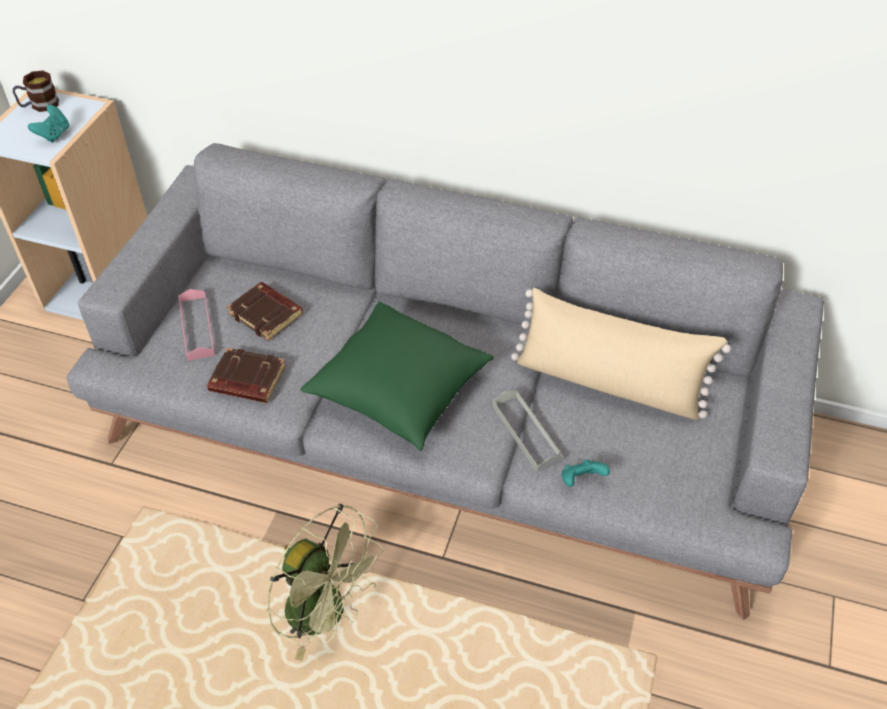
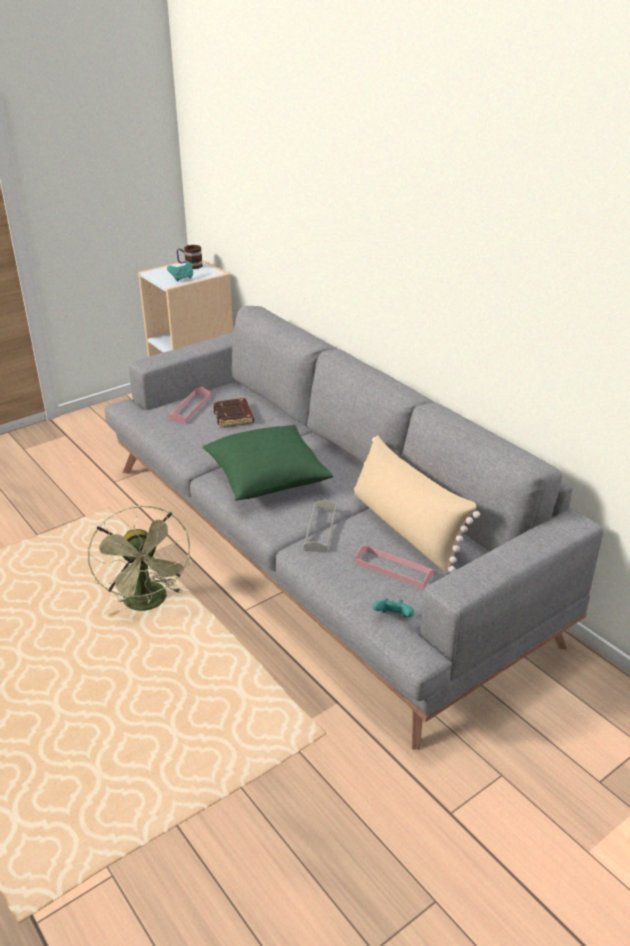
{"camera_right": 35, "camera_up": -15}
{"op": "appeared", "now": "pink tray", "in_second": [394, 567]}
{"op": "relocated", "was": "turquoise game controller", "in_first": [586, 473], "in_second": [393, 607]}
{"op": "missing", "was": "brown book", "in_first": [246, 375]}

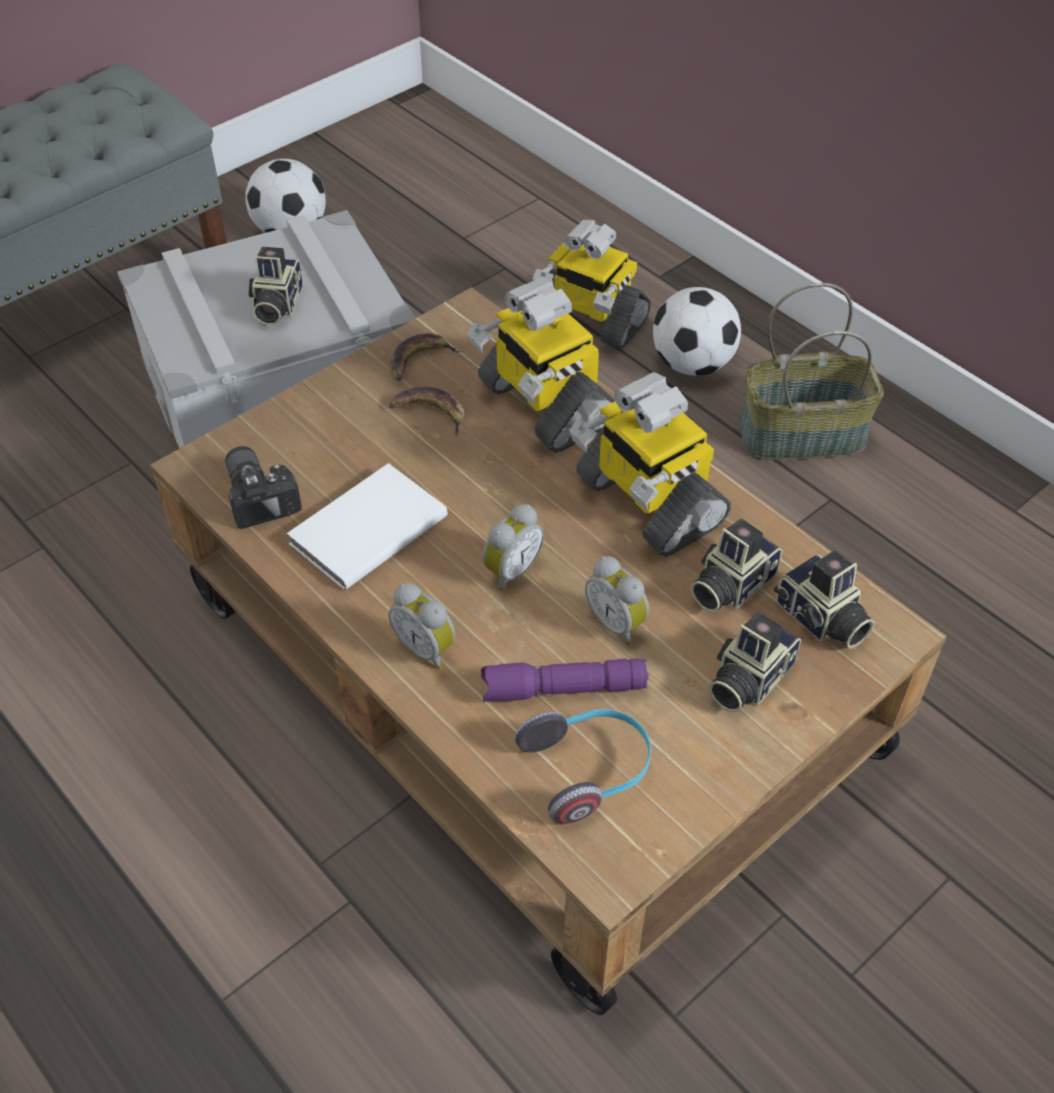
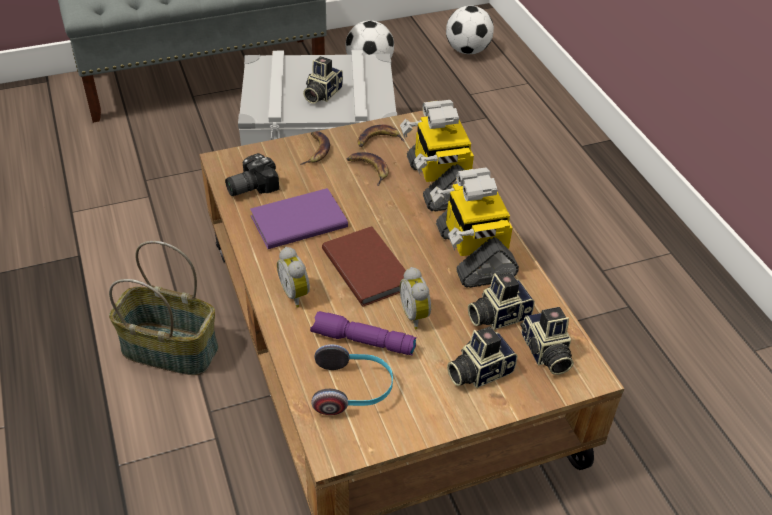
{"camera_right": 20, "camera_up": -5}
{"op": "relocated", "was": "basket", "in_first": [812, 371], "in_second": [164, 308]}
{"op": "spun", "was": "photo camera", "in_first": [263, 487], "in_second": [252, 174], "clockwise": -120}
{"op": "colour", "was": "white book", "now": "purple book", "in_first": [367, 526], "in_second": [299, 218]}
{"op": "appeared", "now": "banana", "in_second": [315, 148]}
{"op": "exchanged", "was": "alarm clock", "now": "brown book", "in_first": [513, 547], "in_second": [364, 266]}
{"op": "relocated", "was": "football", "in_first": [697, 331], "in_second": [470, 30]}
{"op": "missing", "was": "toy robot", "in_first": [591, 284]}

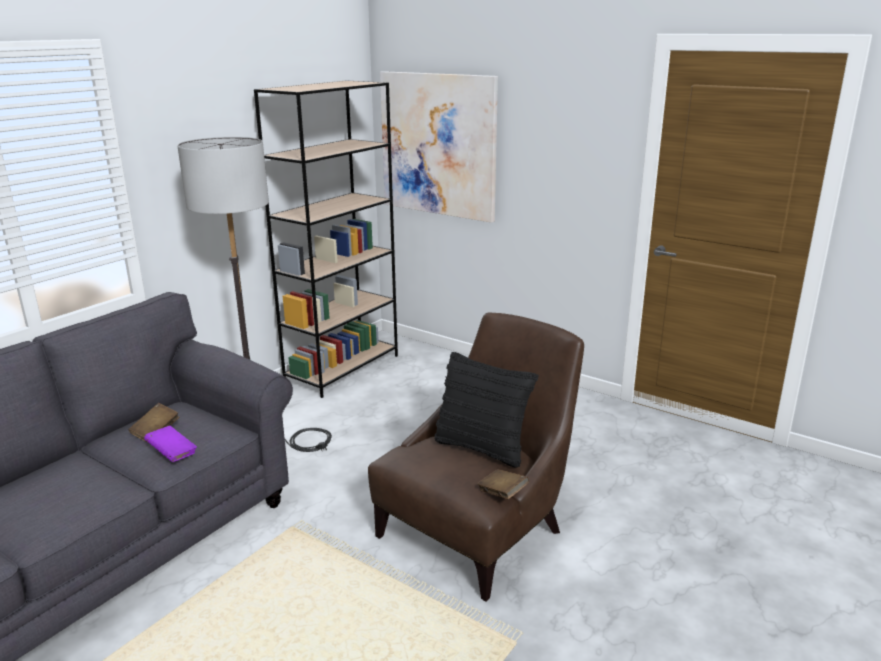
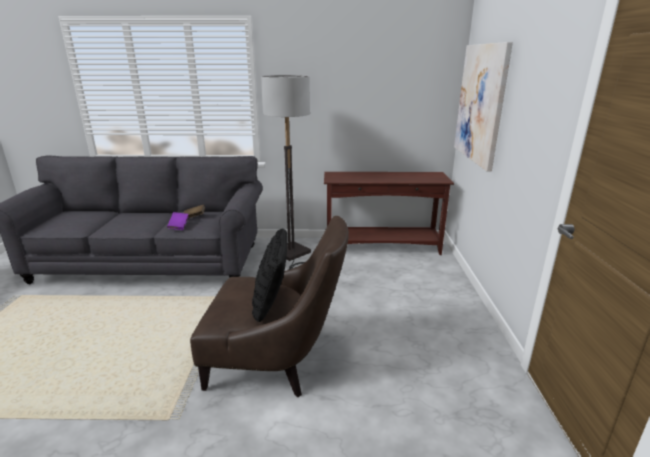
{"camera_right": 55, "camera_up": 0}
{"op": "exchanged", "was": "beige bookcase", "now": "brown console table", "in_first": [326, 239], "in_second": [389, 213]}
{"op": "missing", "was": "brown book", "in_first": [503, 484]}

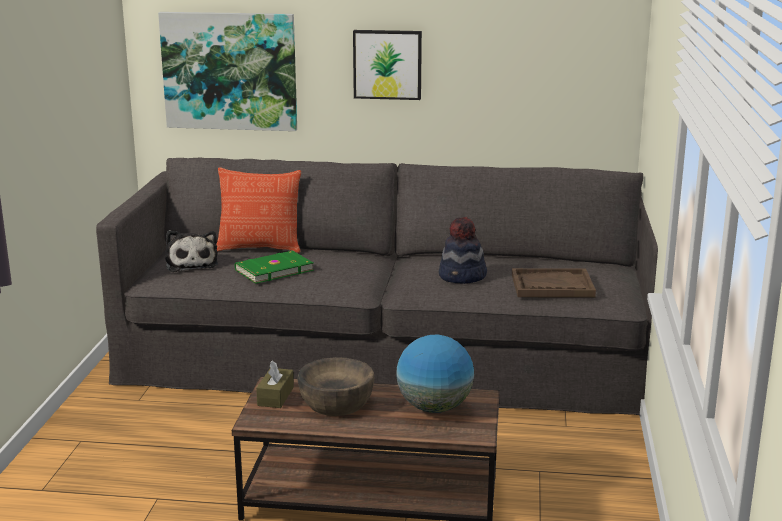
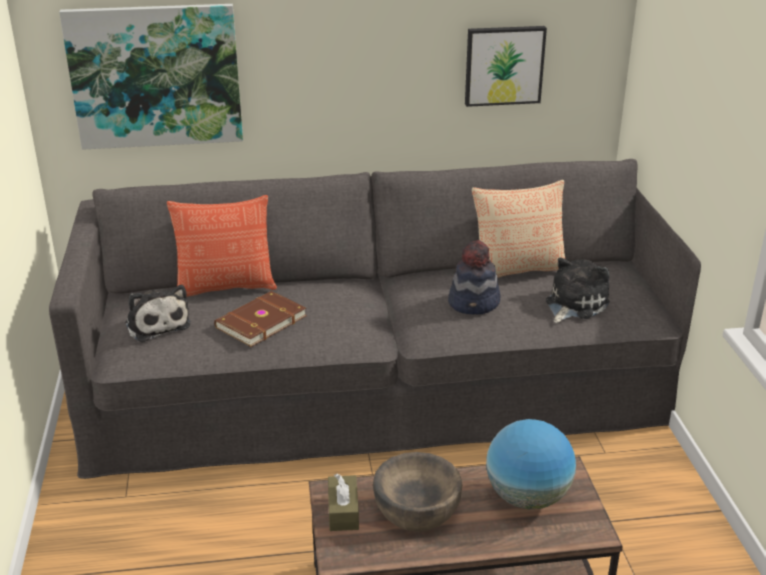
{"camera_right": -15, "camera_up": 10}
{"op": "colour", "was": "green book", "now": "brown book", "in_first": [274, 267], "in_second": [260, 319]}
{"op": "relocated", "was": "picture", "in_first": [387, 65], "in_second": [506, 66]}
{"op": "appeared", "now": "beige pillow", "in_second": [518, 229]}
{"op": "exchanged", "was": "brown tray", "now": "plush toy", "in_first": [554, 283], "in_second": [578, 290]}

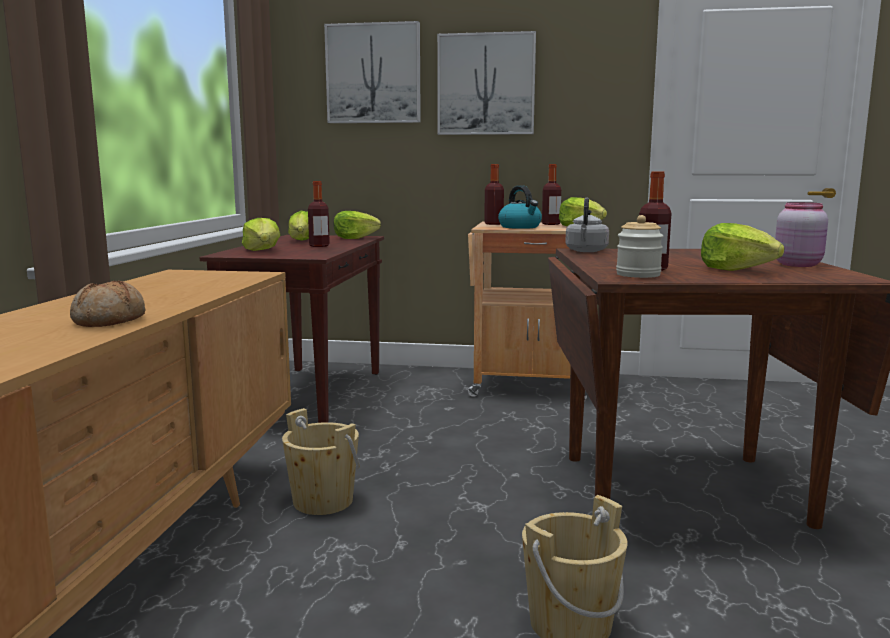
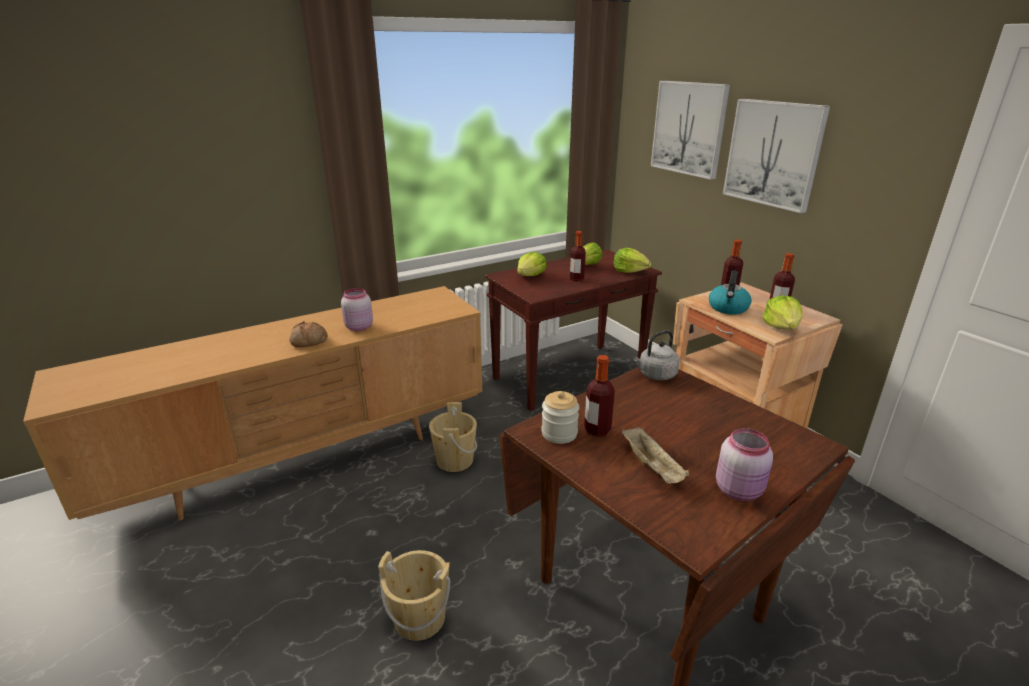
{"camera_right": 50, "camera_up": 15}
{"op": "appeared", "now": "pink jar", "in_second": [357, 309]}
{"op": "exchanged", "was": "lettuce", "now": "beige tray", "in_first": [742, 247], "in_second": [655, 455]}

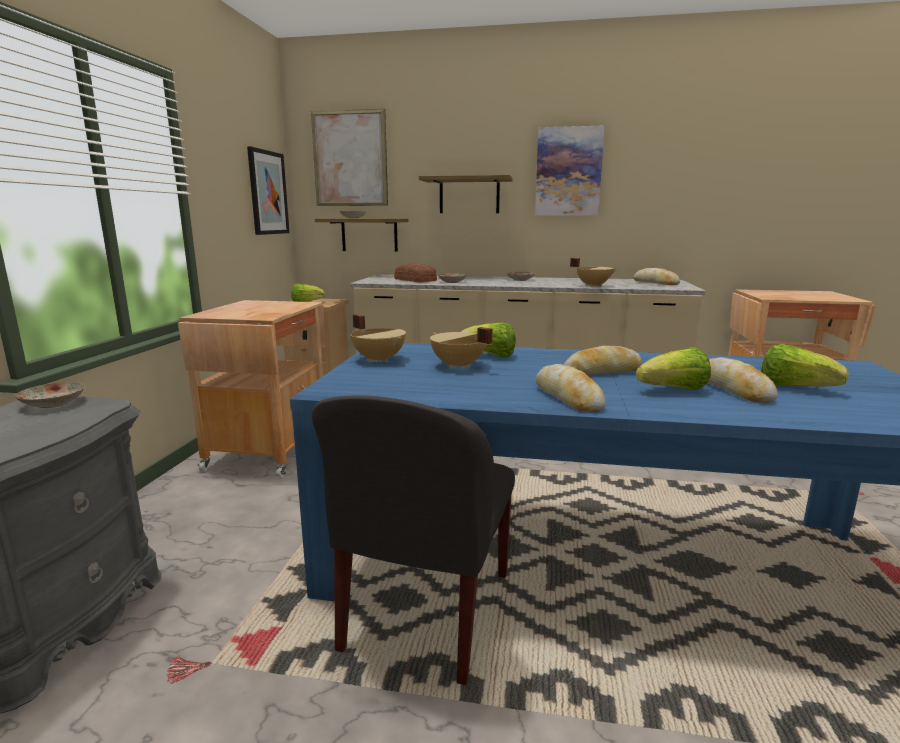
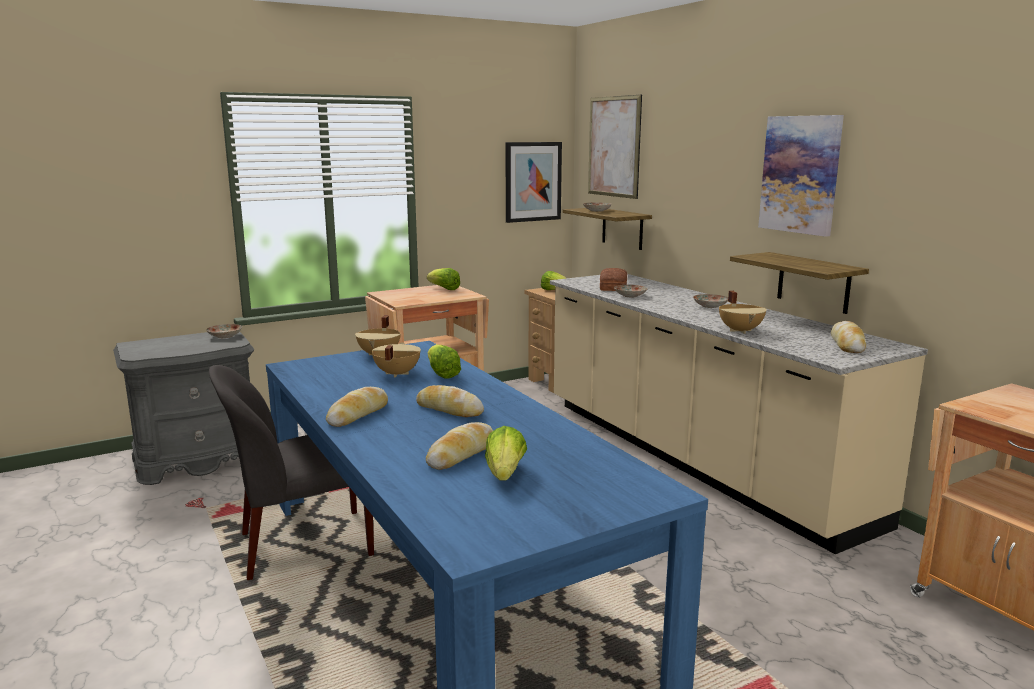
{"camera_right": 50, "camera_up": 0}
{"op": "relocated", "was": "lettuce", "in_first": [673, 368], "in_second": [443, 279]}
{"op": "relocated", "was": "shelf", "in_first": [466, 194], "in_second": [799, 283]}

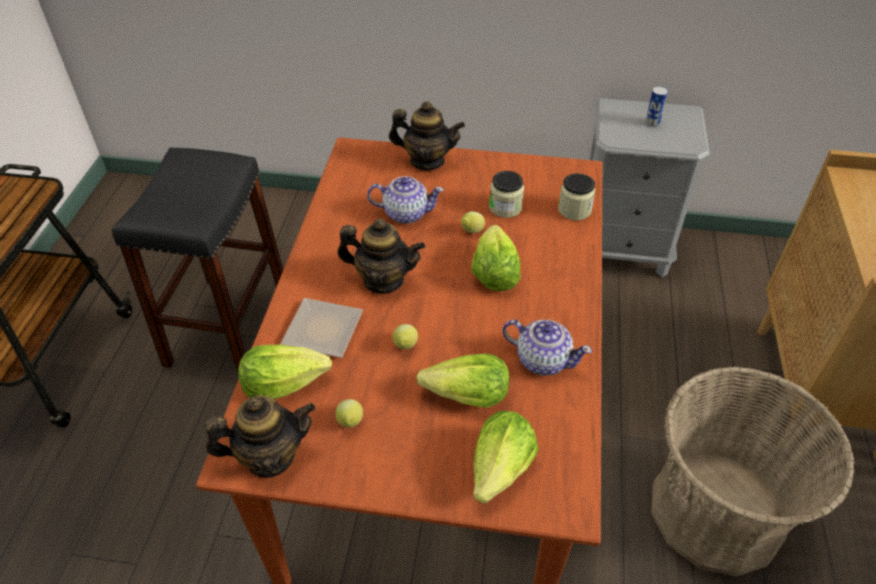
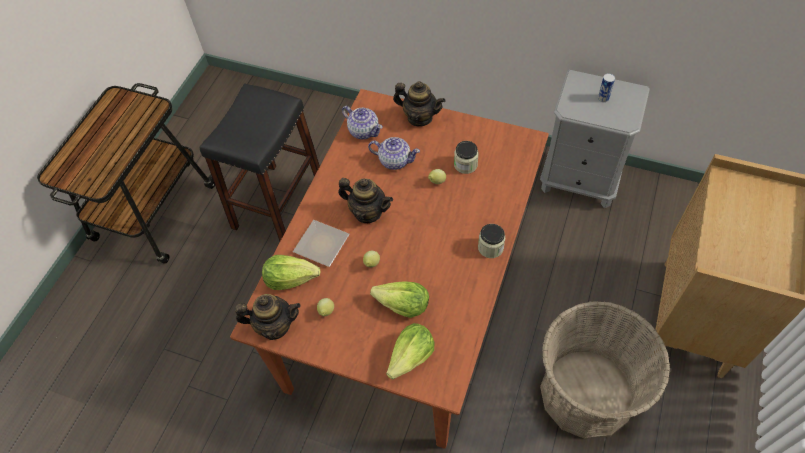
{"camera_right": 15, "camera_up": 10}
{"op": "relocated", "was": "teapot", "in_first": [547, 347], "in_second": [362, 122]}
{"op": "relocated", "was": "jar", "in_first": [576, 196], "in_second": [491, 241]}
{"op": "missing", "was": "lettuce", "in_first": [496, 258]}

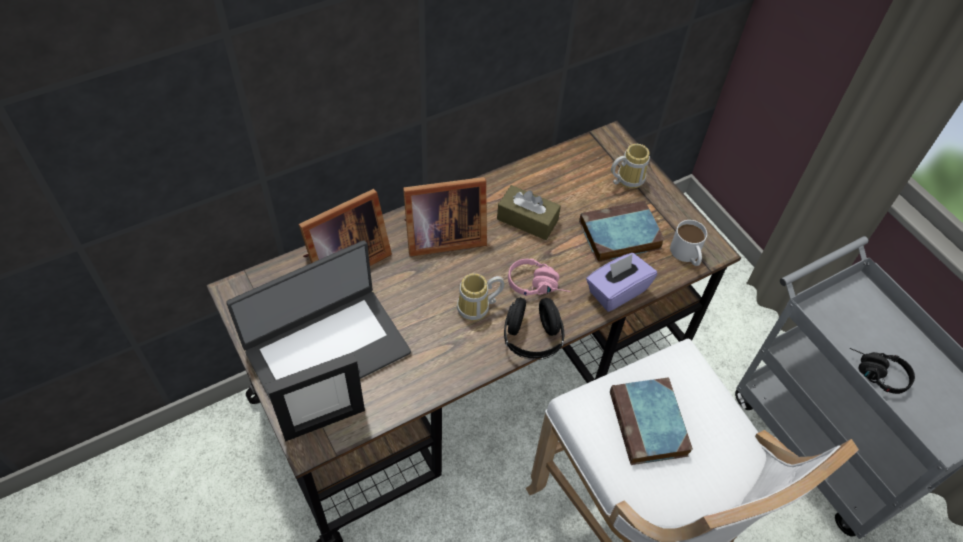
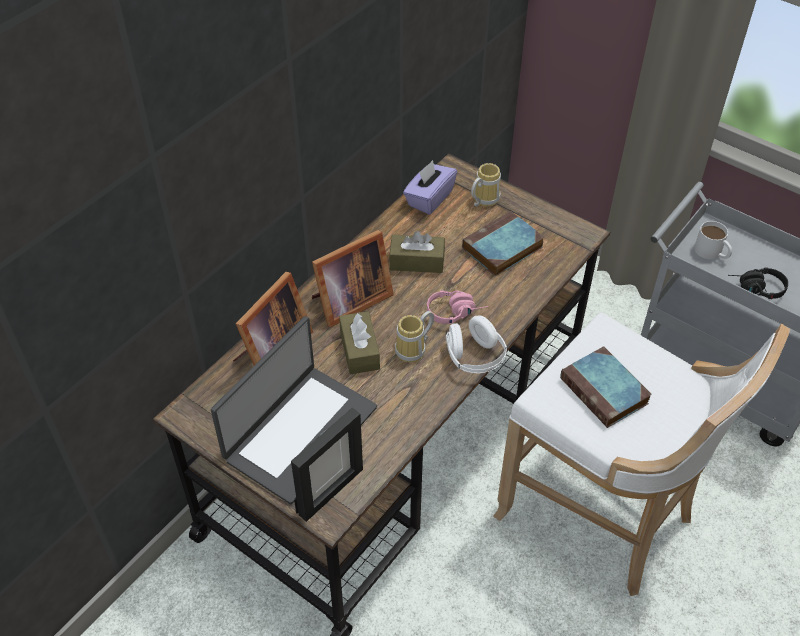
{"camera_right": -20, "camera_up": -5}
{"op": "appeared", "now": "brown tissue box", "in_second": [359, 342]}
{"op": "relocated", "was": "purple tissue box", "in_first": [621, 282], "in_second": [430, 187]}
{"op": "colour", "was": "black headphones", "now": "white headphones", "in_first": [534, 329], "in_second": [476, 344]}
{"op": "relocated", "was": "white mug", "in_first": [688, 243], "in_second": [713, 240]}

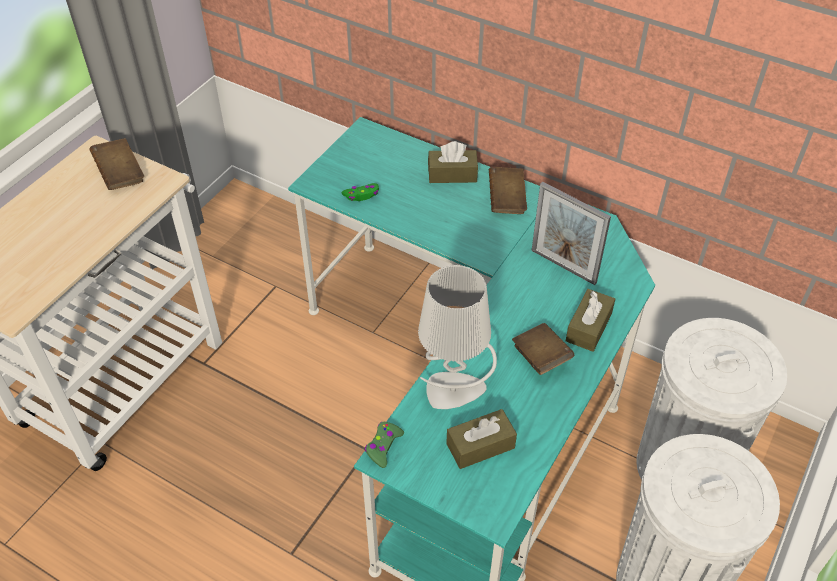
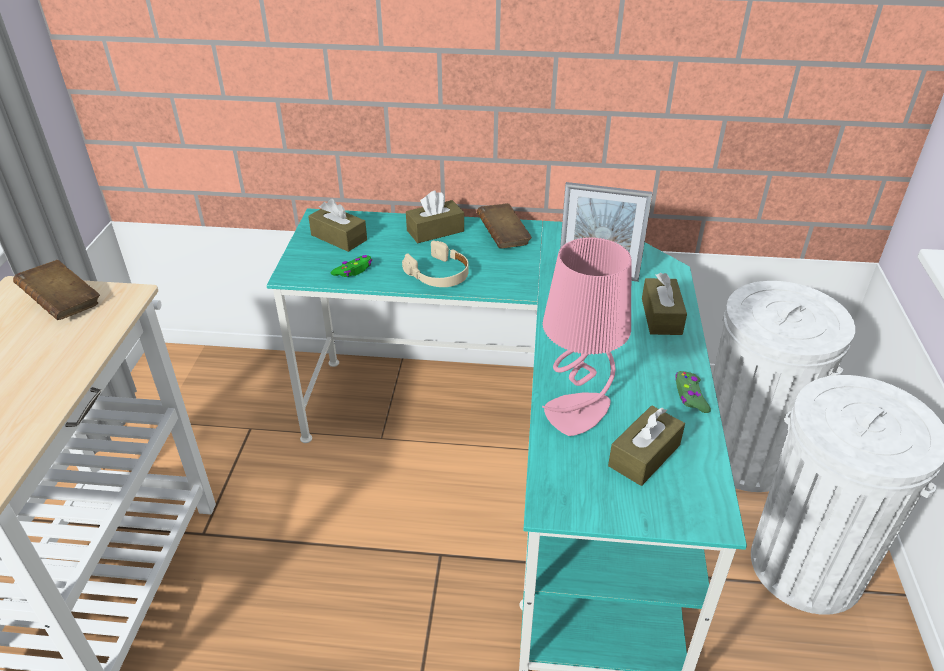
{"camera_right": -25, "camera_up": -10}
{"op": "appeared", "now": "brown tissue box", "in_second": [337, 225]}
{"op": "appeared", "now": "beige headphones", "in_second": [435, 264]}
{"op": "colour", "was": "grey table lamp", "now": "pink table lamp", "in_first": [457, 337], "in_second": [587, 336]}
{"op": "relocated", "was": "green game controller", "in_first": [384, 445], "in_second": [693, 392]}
{"op": "missing", "was": "brown book", "in_first": [543, 349]}

